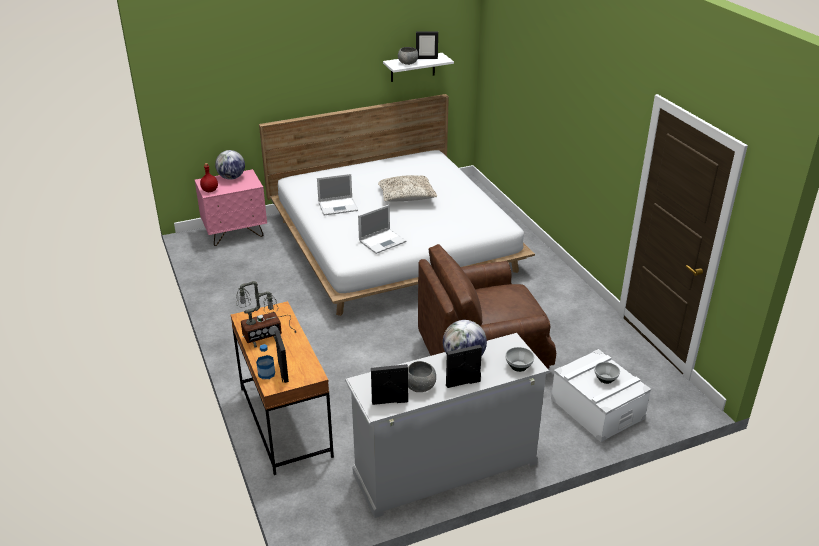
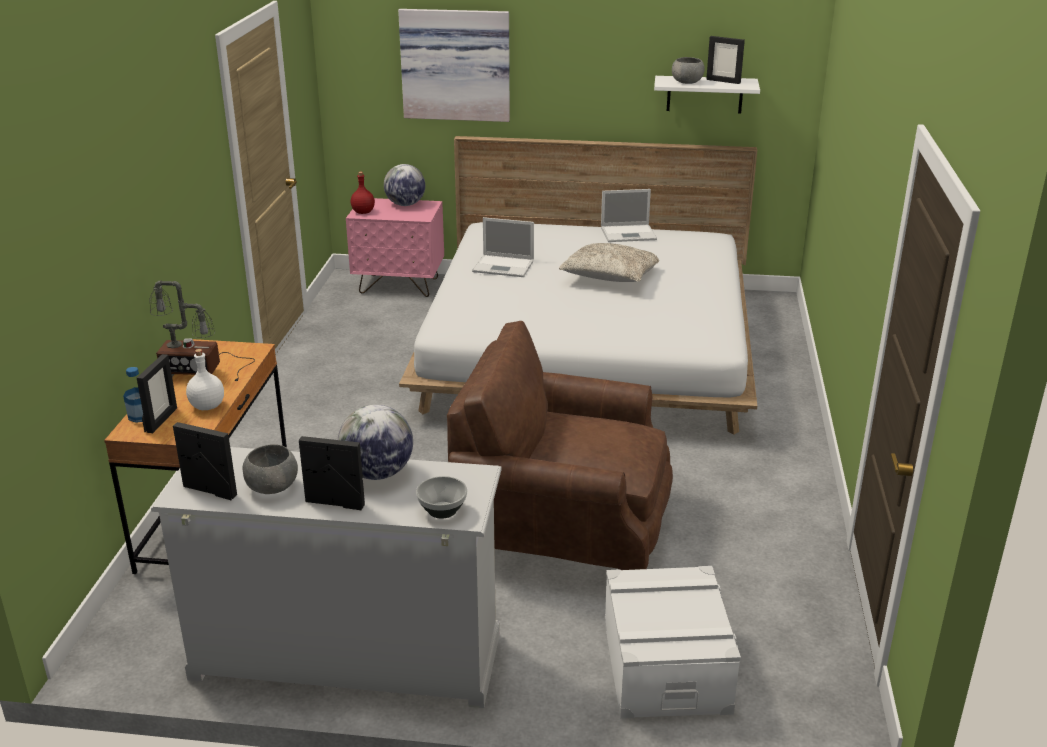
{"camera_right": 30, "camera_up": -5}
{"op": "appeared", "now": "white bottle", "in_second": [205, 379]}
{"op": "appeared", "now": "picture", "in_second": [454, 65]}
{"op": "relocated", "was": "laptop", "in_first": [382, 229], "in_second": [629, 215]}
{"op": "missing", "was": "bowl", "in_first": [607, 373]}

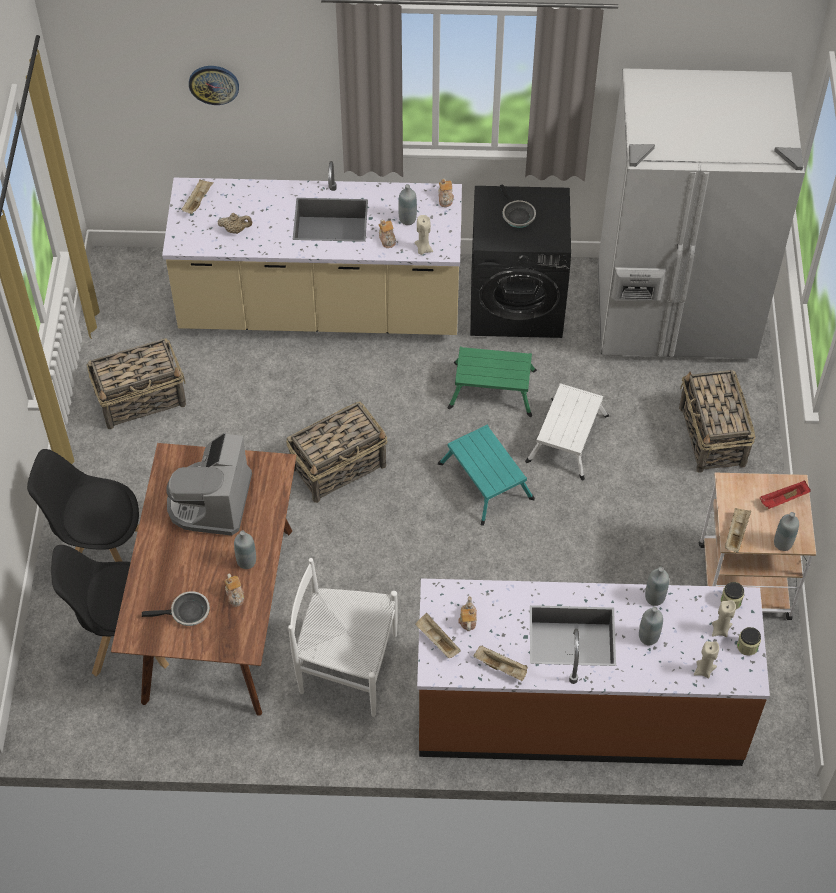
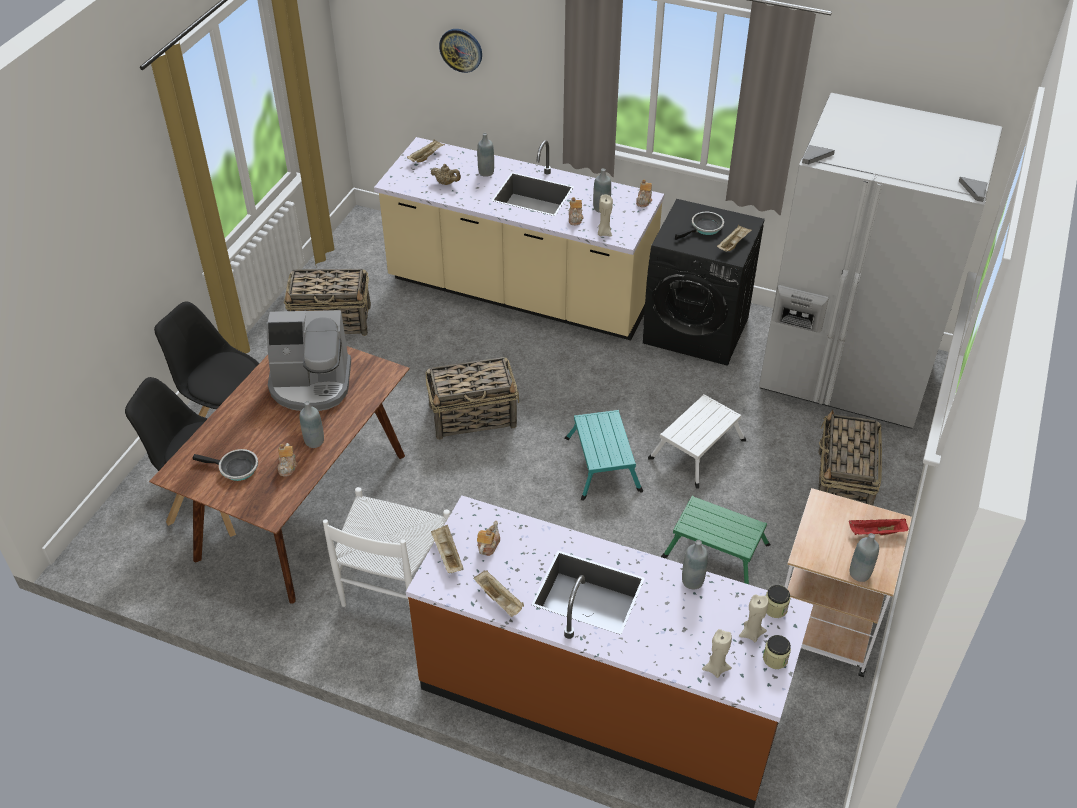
{"camera_right": 20, "camera_up": -10}
{"op": "spun", "was": "coffee machine", "in_first": [209, 484], "in_second": [308, 360], "clockwise": -120}
{"op": "spun", "was": "white chair", "in_first": [343, 637], "in_second": [386, 547], "clockwise": -105}
{"op": "relocated", "was": "grey bottle", "in_first": [651, 626], "in_second": [485, 155]}
{"op": "relocated", "was": "green step ladder", "in_first": [492, 382], "in_second": [716, 540]}
{"op": "spun", "was": "frying pan", "in_first": [518, 206], "in_second": [699, 226], "clockwise": -120}
{"op": "relocated", "was": "beige tray", "in_first": [738, 530], "in_second": [734, 238]}

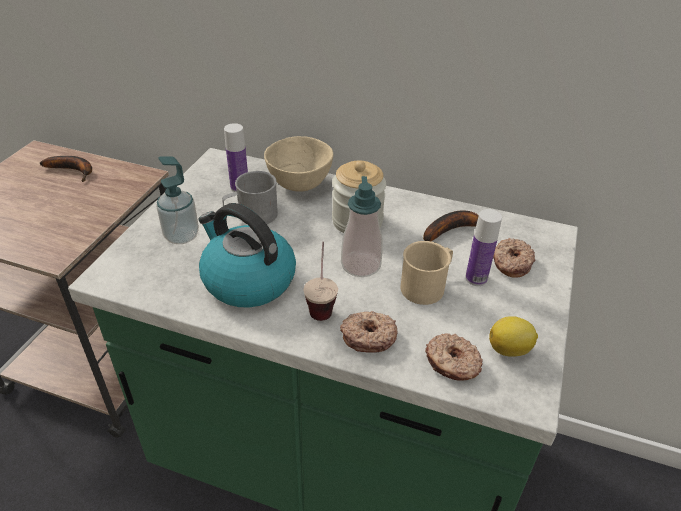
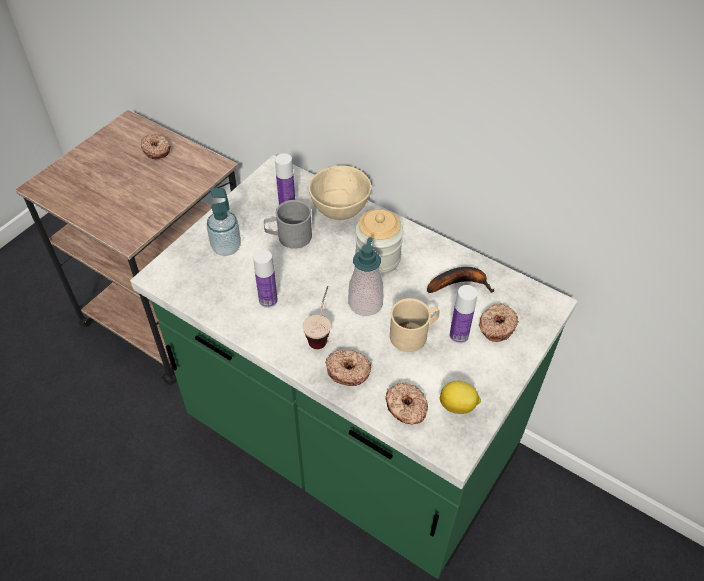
{"camera_right": 15, "camera_up": 10}
{"op": "exchanged", "was": "banana", "now": "donut", "in_first": [66, 169], "in_second": [156, 146]}
{"op": "exchanged", "was": "kettle", "now": "bottle", "in_first": [247, 255], "in_second": [265, 278]}

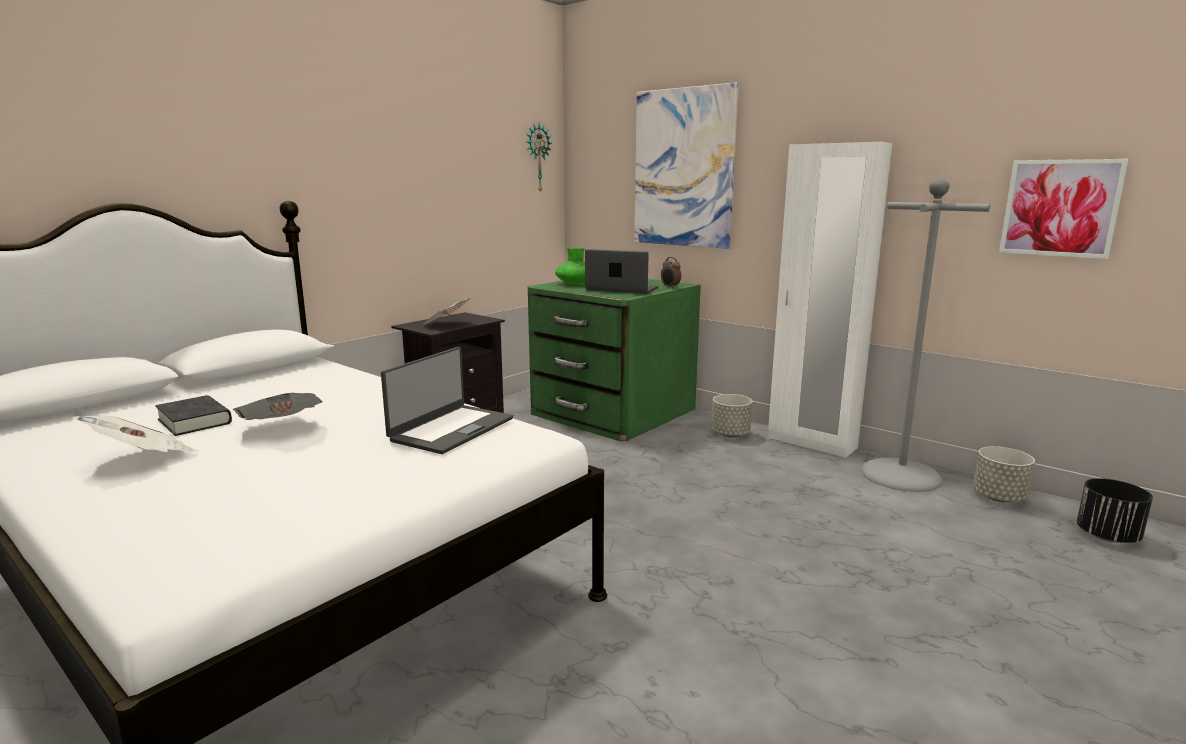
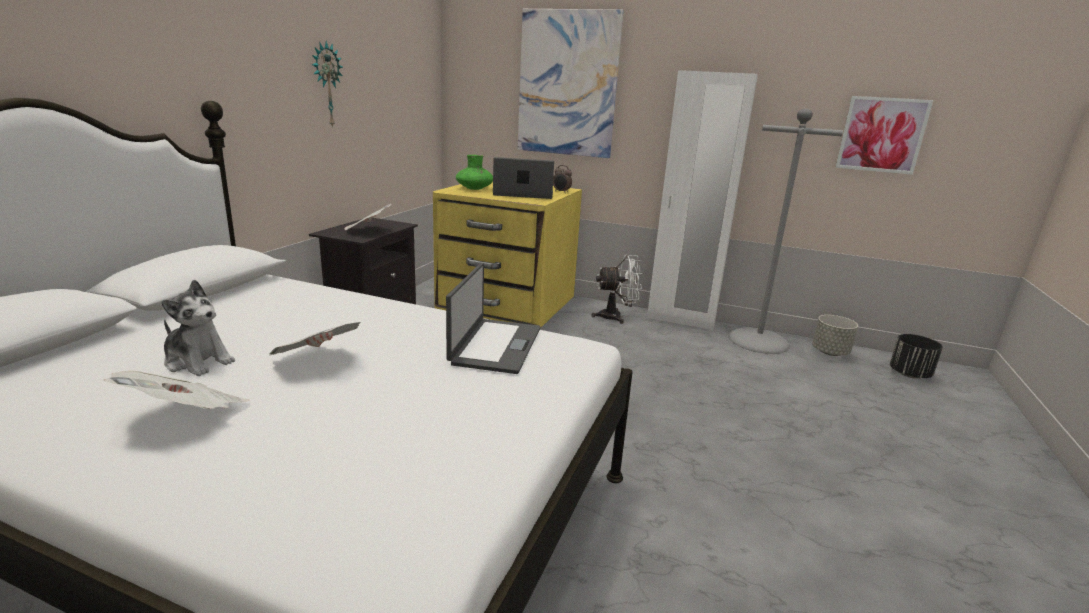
{"camera_right": -20, "camera_up": 5}
{"op": "exchanged", "was": "black book", "now": "plush toy", "in_first": [193, 415], "in_second": [198, 327]}
{"op": "relocated", "was": "wall clock", "in_first": [539, 158], "in_second": [327, 84]}
{"op": "colour", "was": "green dresser", "now": "yellow dresser", "in_first": [614, 360], "in_second": [507, 255]}
{"op": "exchanged", "was": "grey planter", "now": "white fan", "in_first": [732, 416], "in_second": [616, 289]}

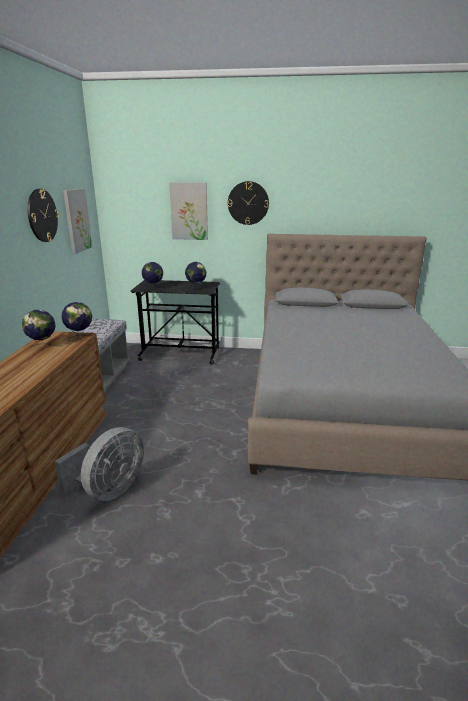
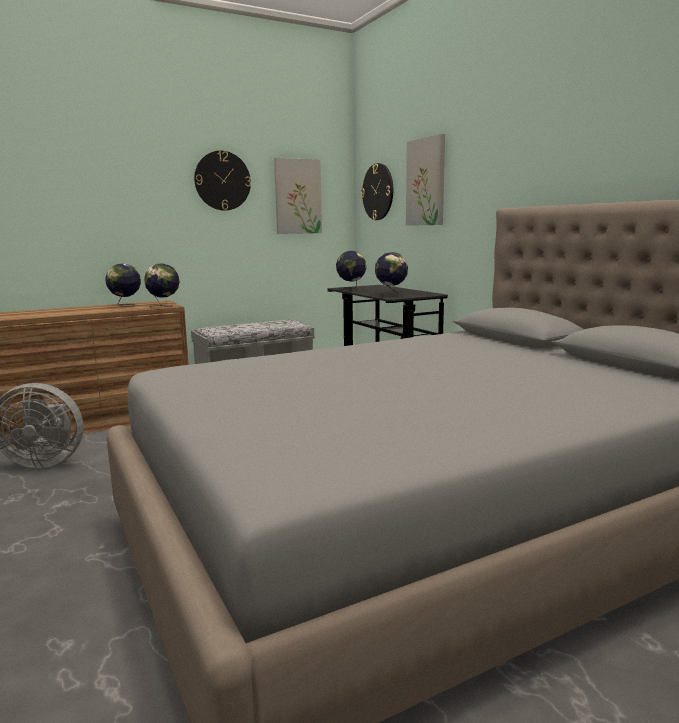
{"camera_right": 55, "camera_up": -10}
{"op": "relocated", "was": "wall clock", "in_first": [248, 203], "in_second": [377, 191]}

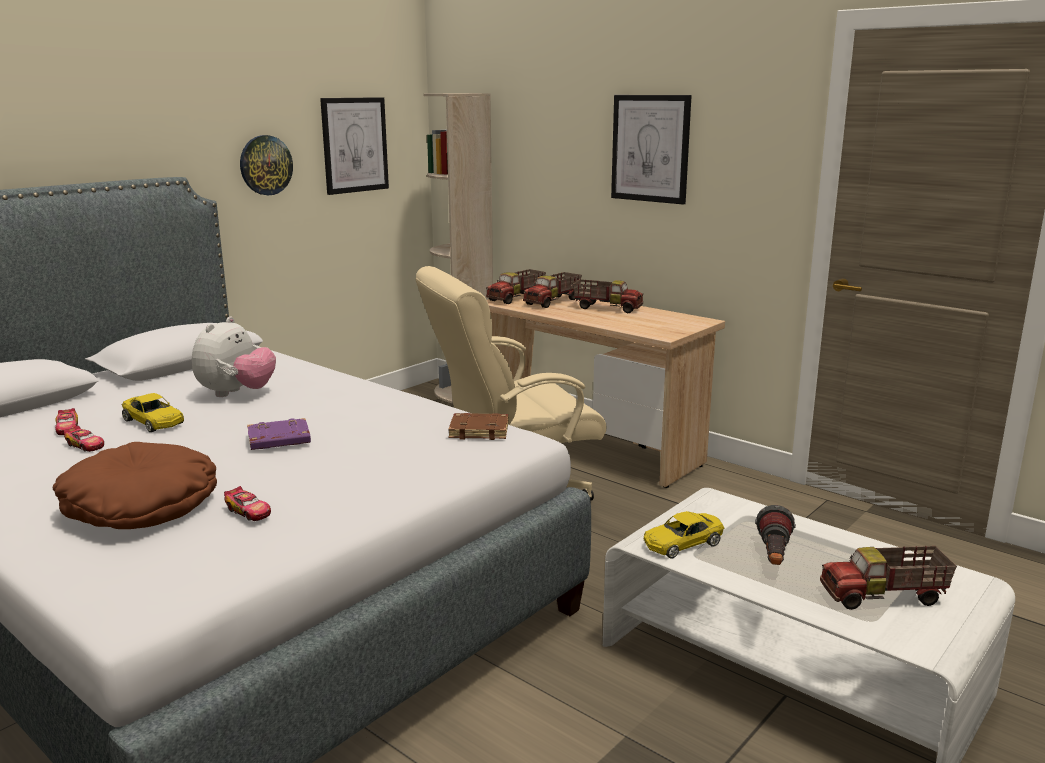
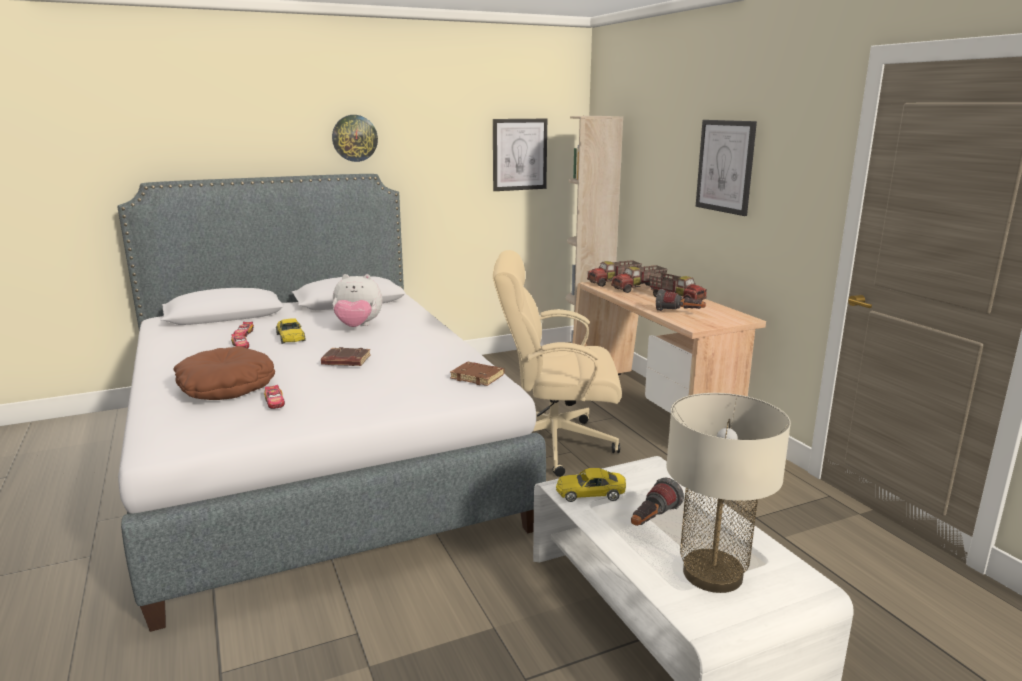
{"camera_right": 25, "camera_up": 0}
{"op": "colour", "was": "purple book", "now": "brown book", "in_first": [279, 434], "in_second": [346, 356]}
{"op": "relocated", "was": "wall clock", "in_first": [266, 165], "in_second": [355, 138]}
{"op": "spun", "was": "plush toy", "in_first": [234, 357], "in_second": [357, 300], "clockwise": 45}
{"op": "appeared", "now": "flashlight", "in_second": [681, 300]}
{"op": "exchanged", "was": "toy truck", "now": "table lamp", "in_first": [888, 578], "in_second": [728, 493]}

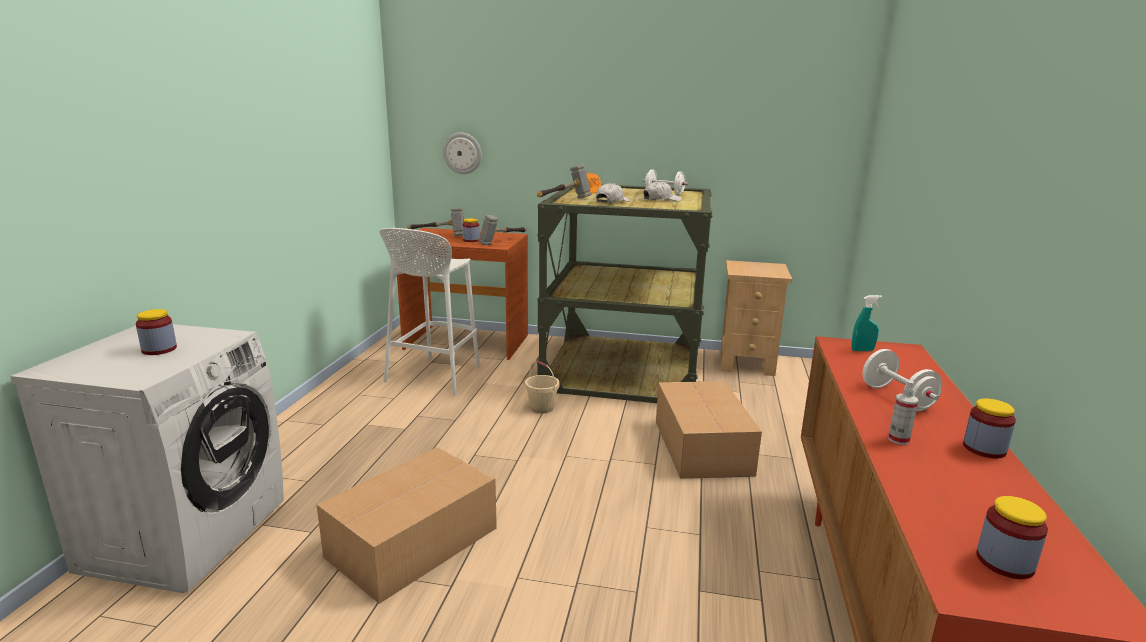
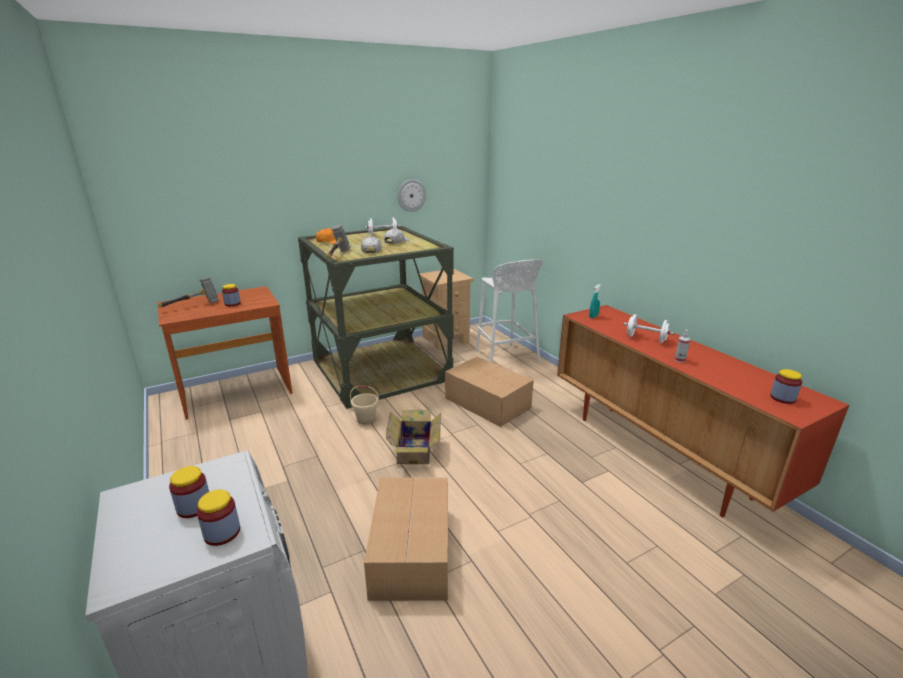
{"camera_right": -40, "camera_up": 5}
{"op": "relocated", "was": "jar", "in_first": [989, 428], "in_second": [218, 518]}
{"op": "appeared", "now": "cardboard box", "in_second": [413, 437]}
{"op": "relocated", "was": "wall clock", "in_first": [462, 153], "in_second": [411, 195]}
{"op": "relocated", "was": "white stool", "in_first": [430, 311], "in_second": [509, 311]}
{"op": "missing", "was": "hammer", "in_first": [503, 230]}

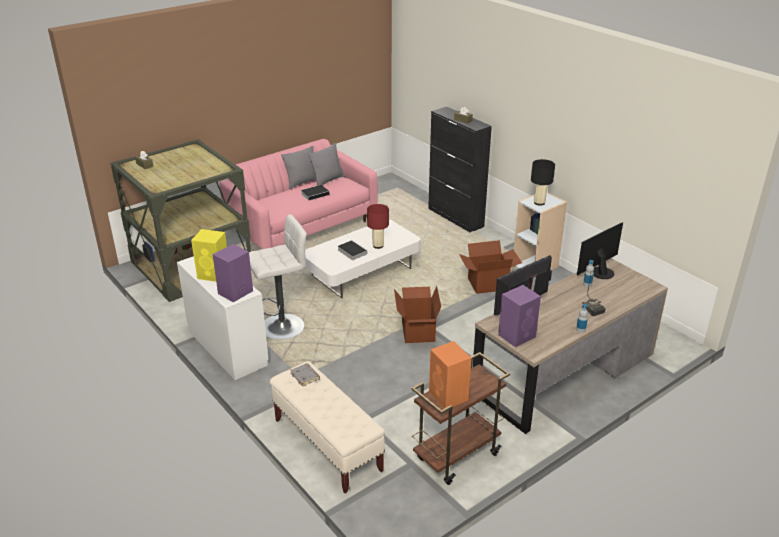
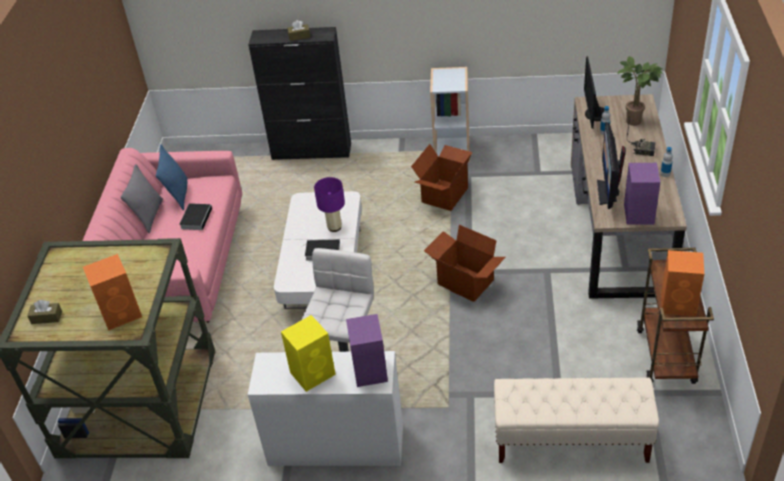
{"camera_right": -45, "camera_up": 10}
{"op": "appeared", "now": "orange speaker", "in_second": [112, 292]}
{"op": "colour", "was": "grey pillow", "now": "blue pillow", "in_first": [326, 164], "in_second": [172, 177]}
{"op": "colour", "was": "red table lamp", "now": "purple table lamp", "in_first": [378, 226], "in_second": [329, 204]}
{"op": "appeared", "now": "potted plant", "in_second": [640, 91]}
{"op": "missing", "was": "grey book", "in_first": [305, 374]}
{"op": "missing", "was": "black table lamp", "in_first": [543, 182]}

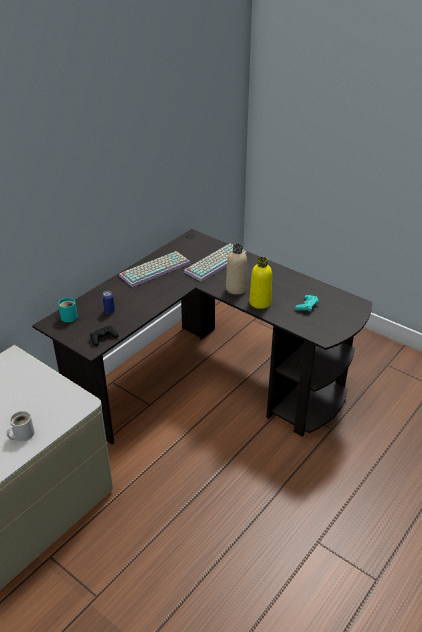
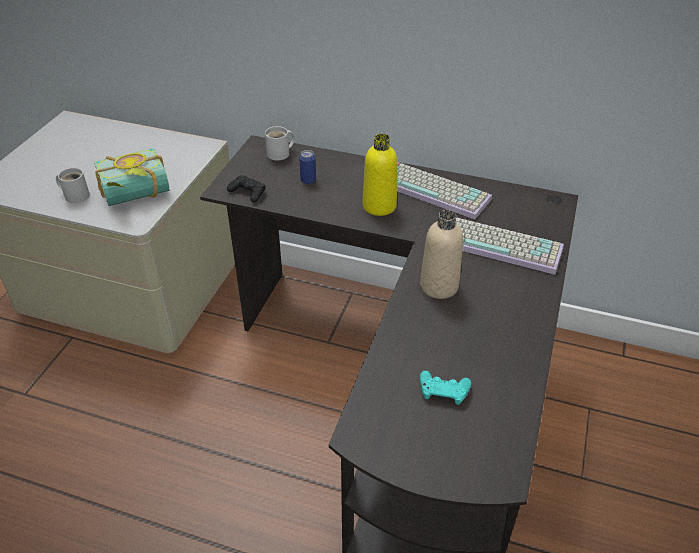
{"camera_right": 70, "camera_up": 5}
{"op": "appeared", "now": "book", "in_second": [132, 177]}
{"op": "colour", "was": "turquoise mug", "now": "white mug", "in_first": [68, 310], "in_second": [280, 143]}
{"op": "relocated", "was": "yellow bottle", "in_first": [260, 283], "in_second": [380, 175]}

